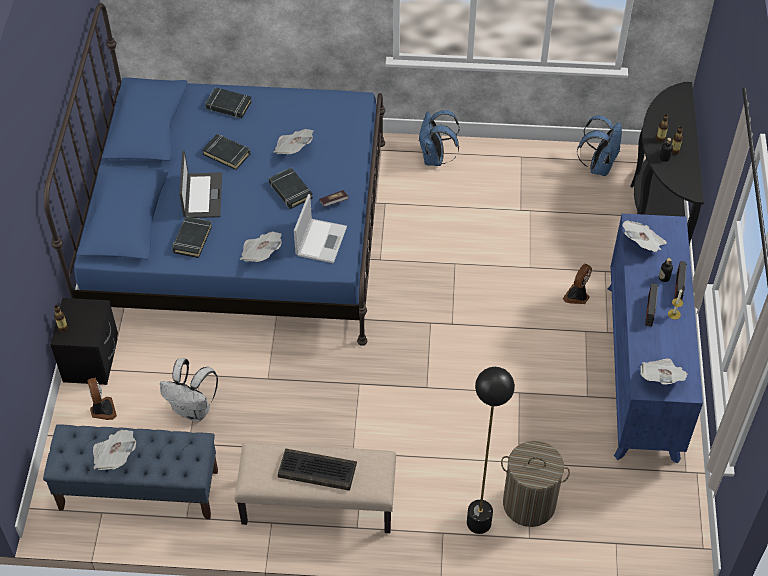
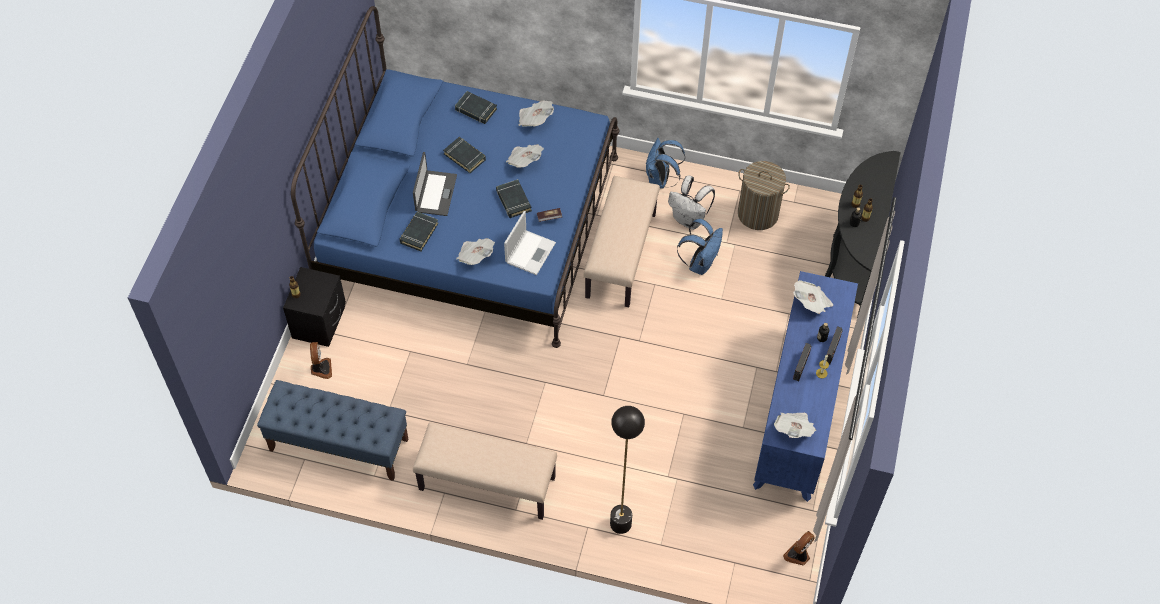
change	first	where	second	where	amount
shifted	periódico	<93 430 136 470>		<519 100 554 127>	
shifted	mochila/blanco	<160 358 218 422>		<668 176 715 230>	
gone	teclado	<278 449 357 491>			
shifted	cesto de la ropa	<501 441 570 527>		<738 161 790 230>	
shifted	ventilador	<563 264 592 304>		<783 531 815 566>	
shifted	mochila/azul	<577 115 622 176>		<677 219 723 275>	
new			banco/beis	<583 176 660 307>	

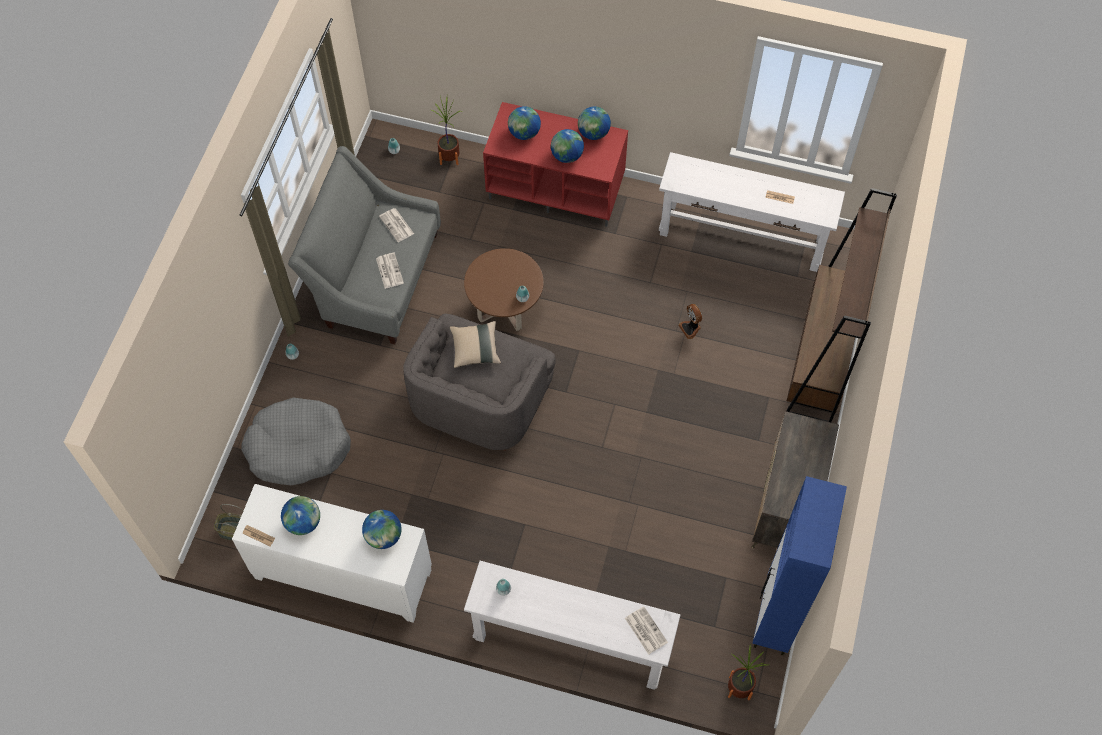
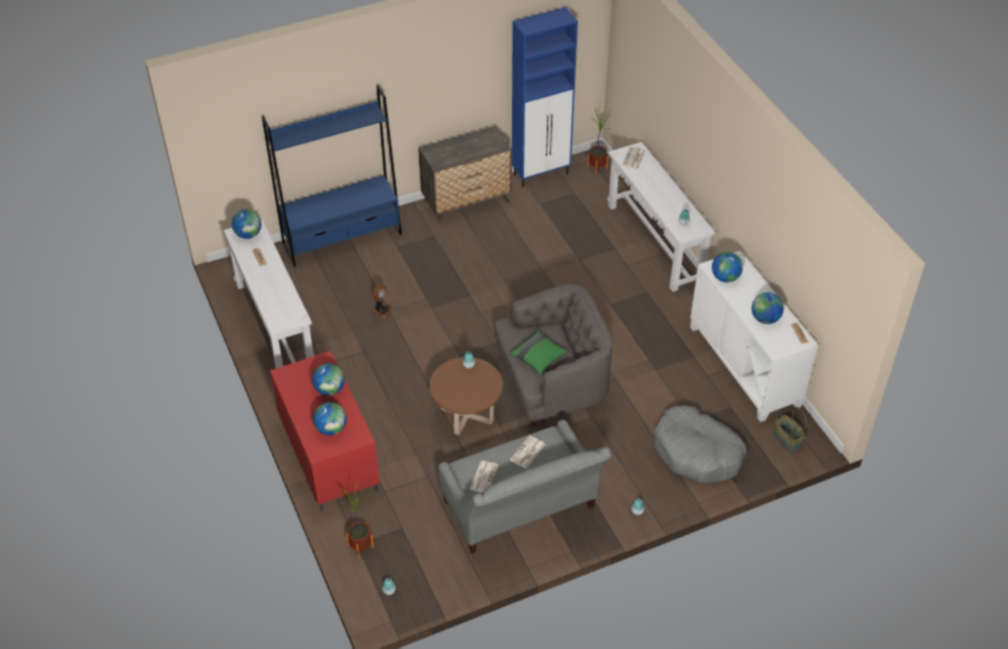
change	first	where	second	where	amount
repainted	cojín/beis	<450 321 501 368>	cojín/verde	<509 330 568 375>	
shifted	globo terráqueo	<578 107 611 140>		<232 209 261 239>	
repainted	estantería/marrón	<786 188 897 422>	estantería/azul	<262 85 402 267>	

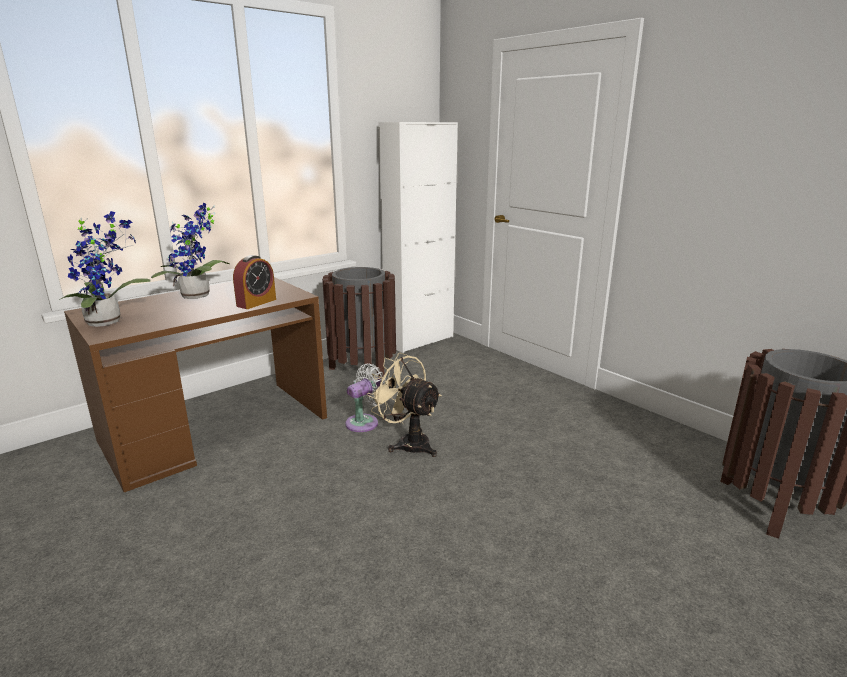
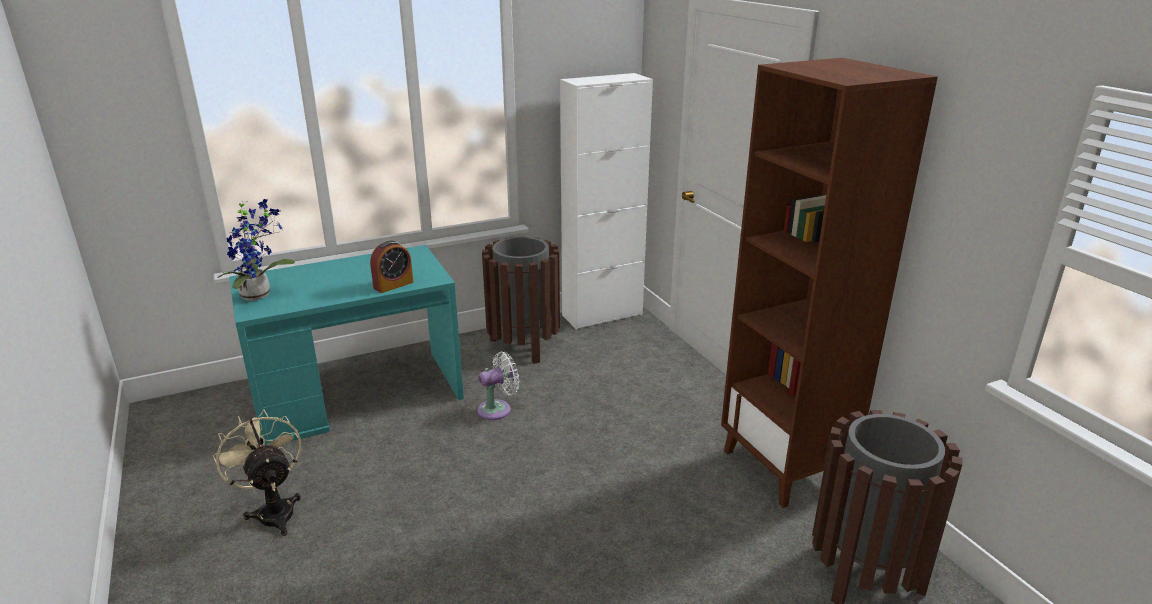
change	first	where	second	where	amount
repainted	escritorio/marrón	<64 277 327 492>	escritorio/turquesa	<229 245 464 445>	
gone	planta en maceta	<151 203 230 299>			
shifted	ventilador/beis	<367 353 442 457>		<213 409 301 536>	
new			estantería/marrón	<721 58 938 508>	

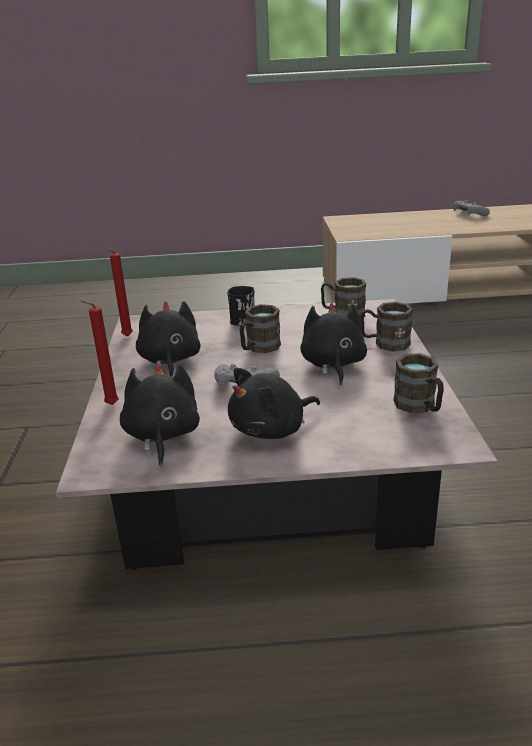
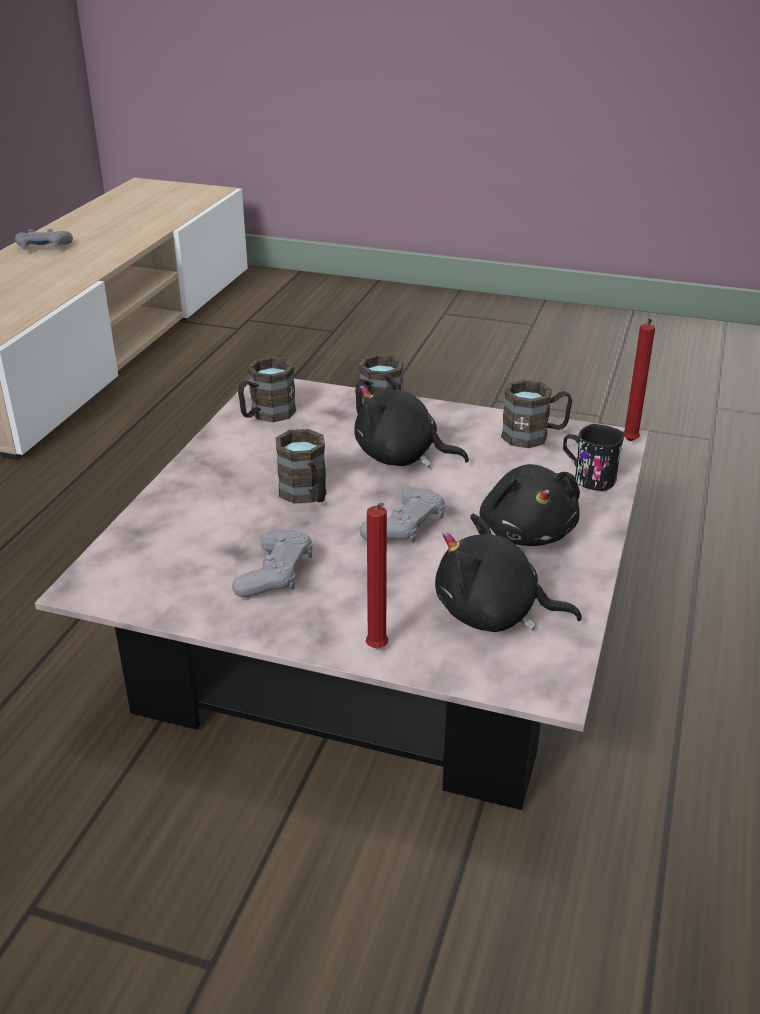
change	first	where	second	where	amount
shifted	vela/rojo	<103 246 133 336>		<623 318 655 441>	
swapped	peluche/negro	<136 301 201 377>	mando de consola/gris	<232 530 313 597>	
shifted	taza grande/negro	<227 286 255 326>		<563 424 624 491>	

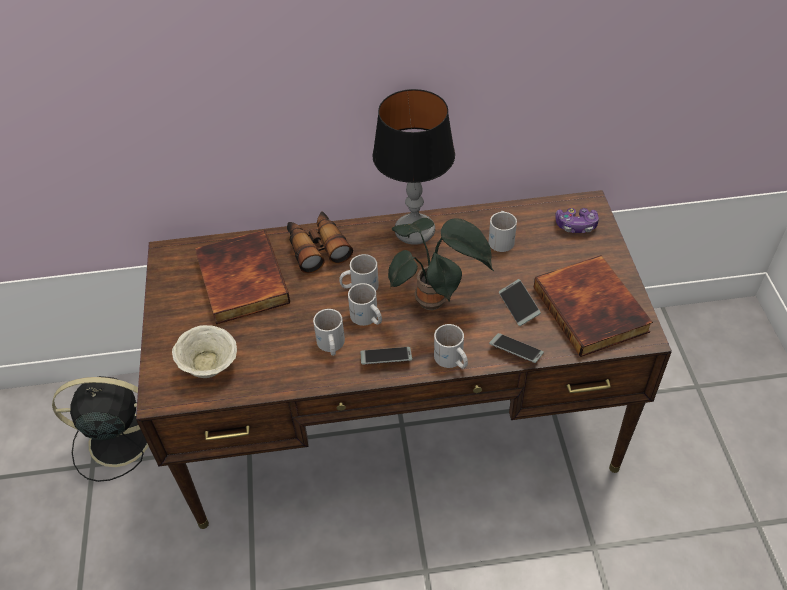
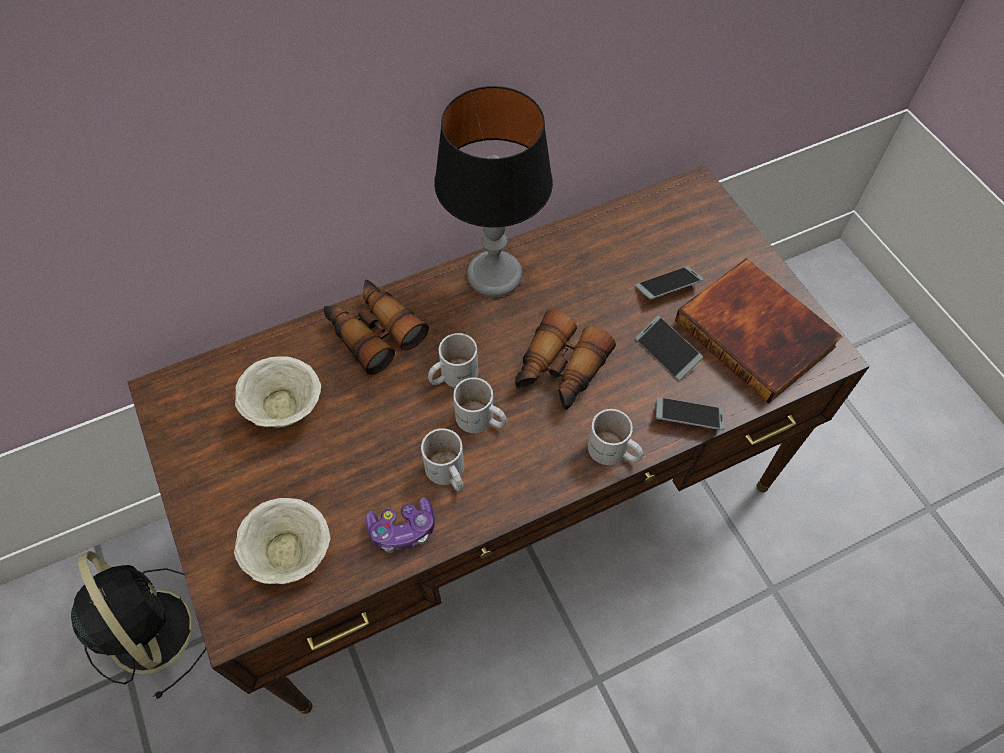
change	first	where	second	where	amount
rotated	ventilador/negro	<52 376 149 482>		<71 551 206 700>	75 degrees clockwise
swapped	libro	<195 230 290 324>	cuenco/beis	<235 356 321 428>	
shifted	móvil	<360 347 412 364>		<635 267 704 299>	
swapped	planta en maceta	<388 218 494 310>	prismáticos	<515 309 616 410>	
gone	taza grande/blanco	<489 211 517 252>			
shifted	mando de consola	<555 208 599 233>		<365 497 435 553>	

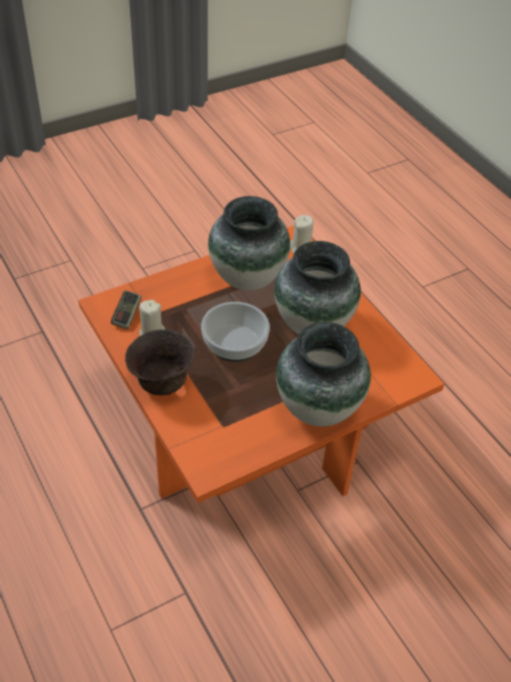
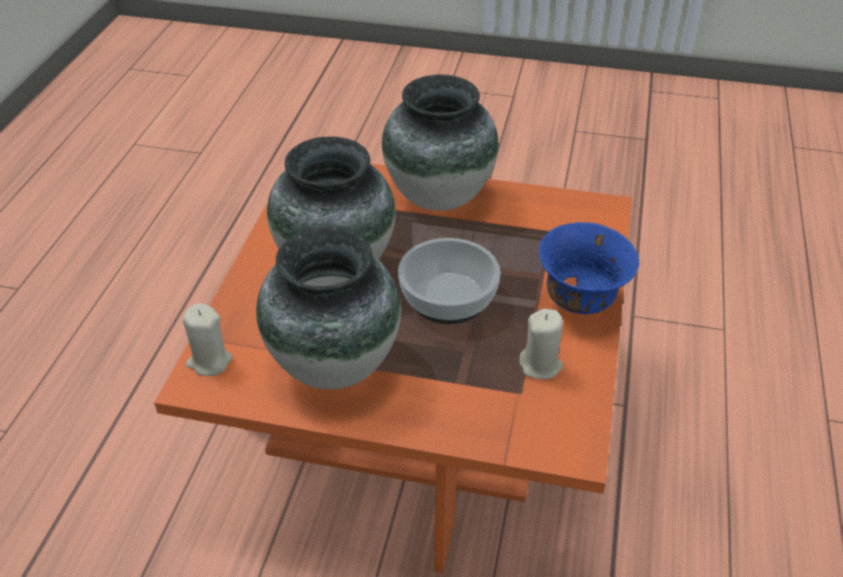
change	first	where	second	where	amount
gone	mando de consola	<111 290 142 330>			
repainted	cuenco/marrón	<125 329 194 396>	cuenco/azul	<539 222 639 314>	

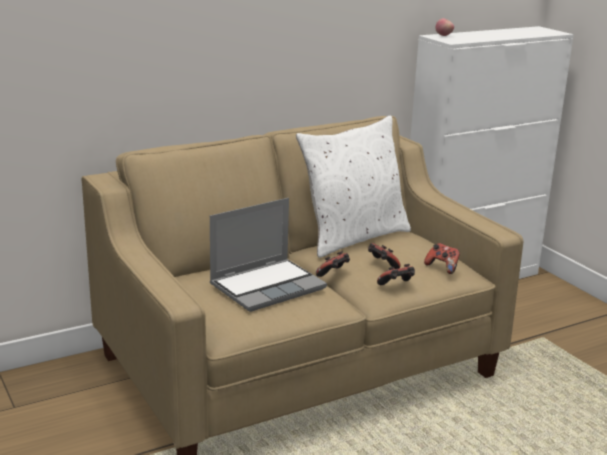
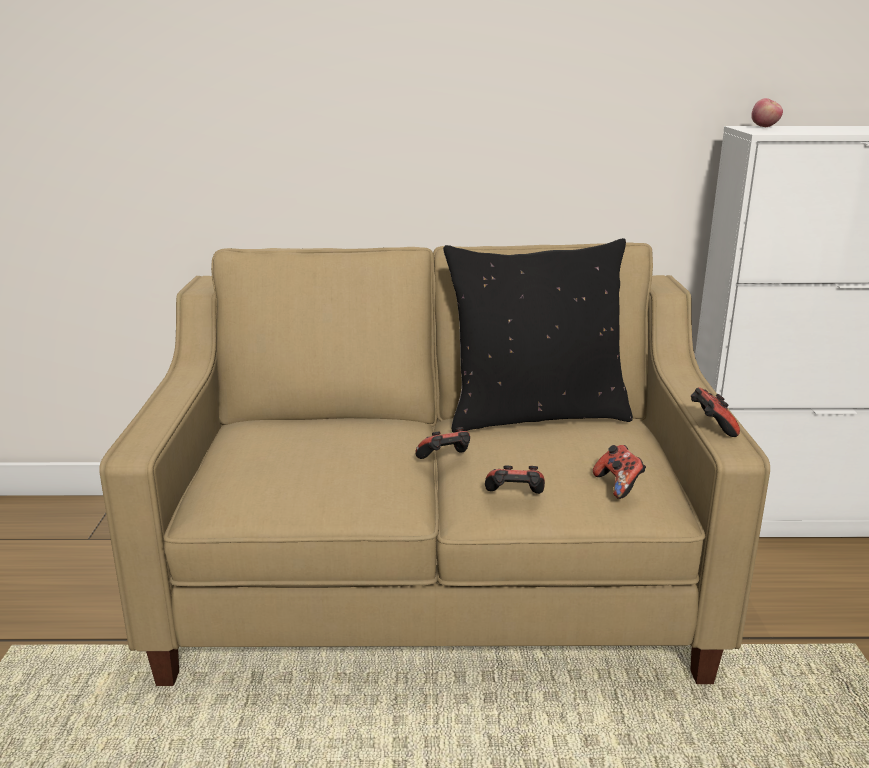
change	first	where	second	where	amount
gone	portátil	<210 198 327 312>			
repainted	cojín/blanco	<296 115 411 258>	cojín/negro	<443 238 633 433>	
shifted	mando de consola	<368 243 401 269>		<691 387 740 437>	

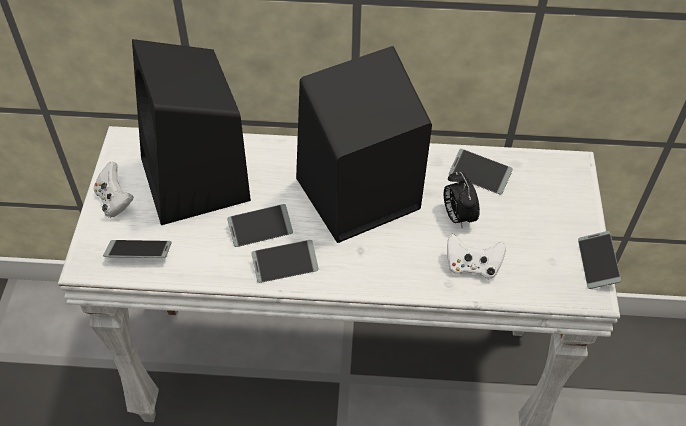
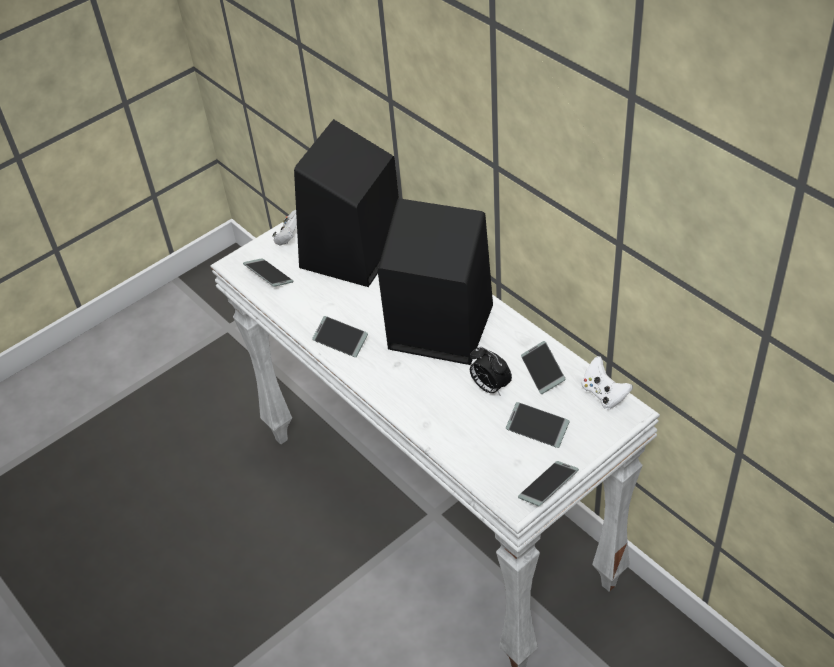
change	first	where	second	where	amount
shifted	móvil	<227 204 293 247>		<506 402 569 448>	
rotated	despertador	<444 172 480 228>		<470 347 512 395>	75 degrees counterclockwise
shifted	mando de consola/blanco	<447 234 506 279>		<582 356 633 409>	

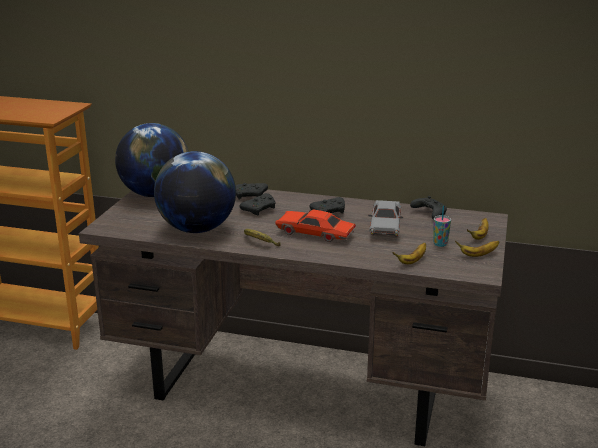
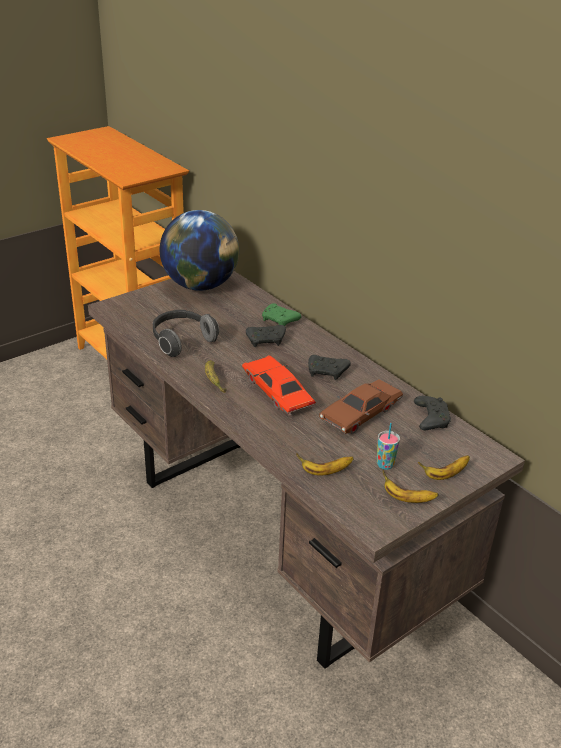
change	first	where	second	where	amount
swapped	globo terráqueo	<154 151 236 233>	auriculares	<153 310 219 357>	
repainted	mando de consola/negro	<235 183 268 199>	mando de consola/verde	<262 303 301 326>	
repainted	coche de juguete/gris	<368 200 403 237>	coche de juguete/marrón	<319 379 403 434>	

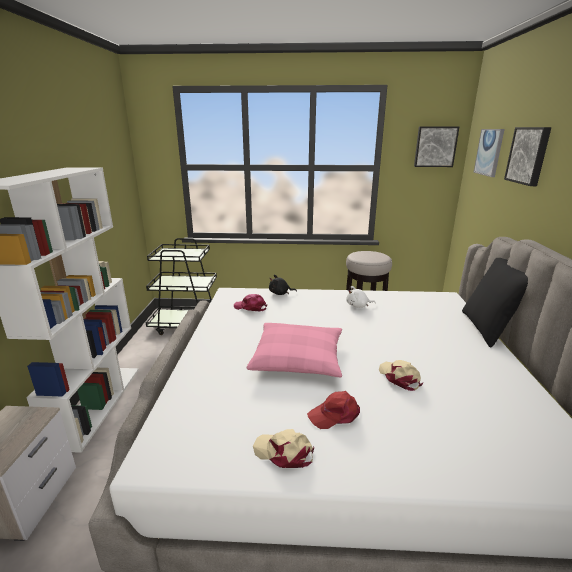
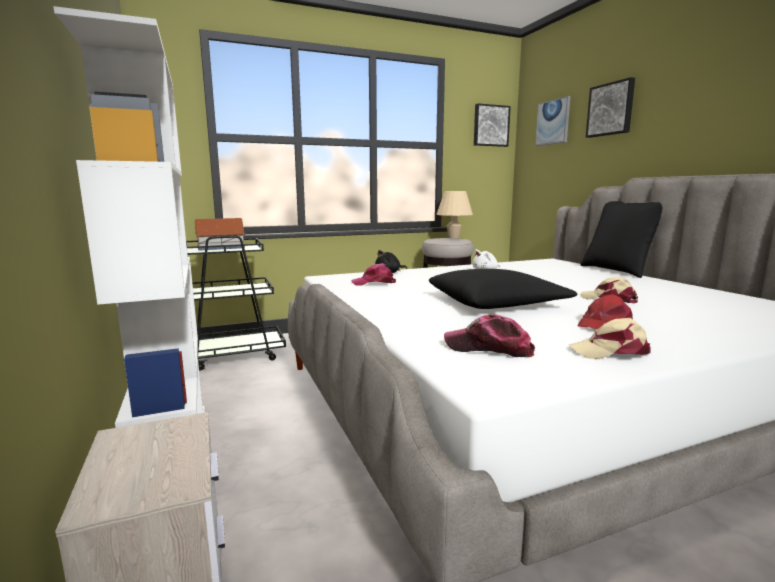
change	first	where	second	where	amount
repainted	cojín/rosa	<247 323 342 377>	cojín/negro	<429 269 577 309>	
new			casita	<195 218 245 251>	
new			lámpara de mesa/beis	<436 191 473 238>	
new			gorra	<444 314 535 357>	

